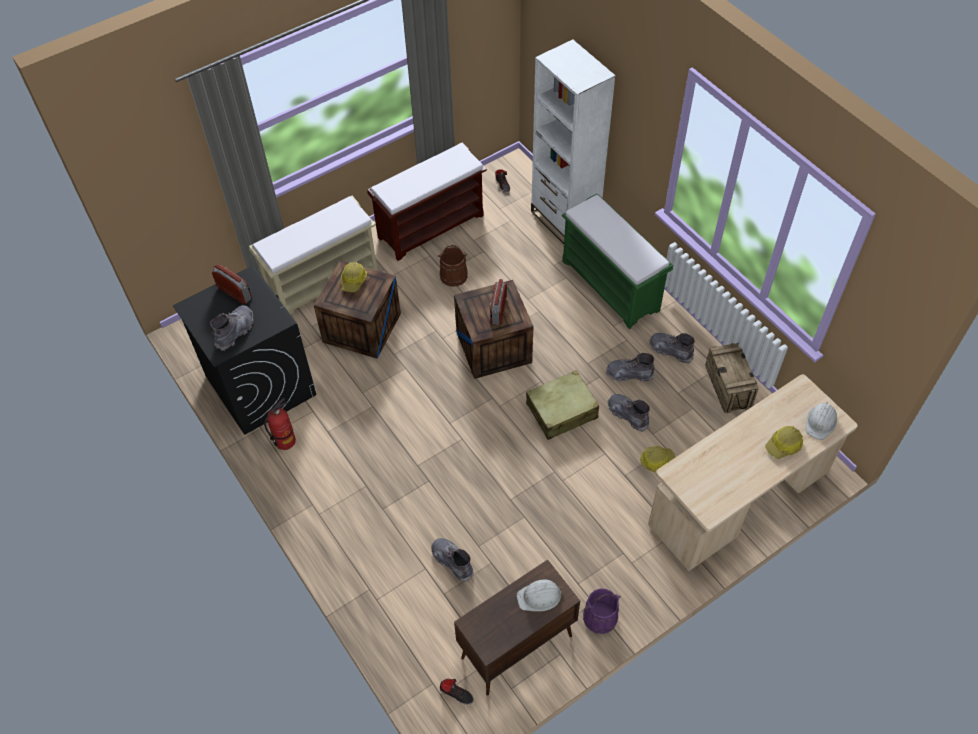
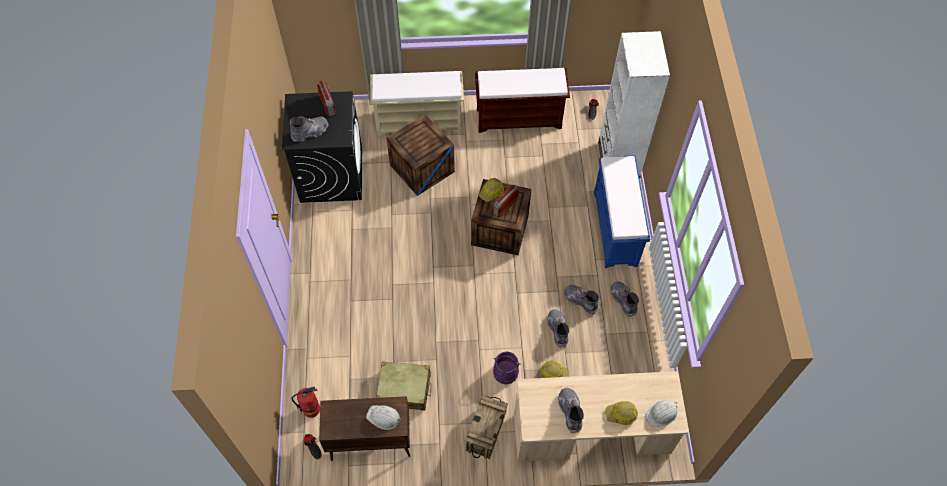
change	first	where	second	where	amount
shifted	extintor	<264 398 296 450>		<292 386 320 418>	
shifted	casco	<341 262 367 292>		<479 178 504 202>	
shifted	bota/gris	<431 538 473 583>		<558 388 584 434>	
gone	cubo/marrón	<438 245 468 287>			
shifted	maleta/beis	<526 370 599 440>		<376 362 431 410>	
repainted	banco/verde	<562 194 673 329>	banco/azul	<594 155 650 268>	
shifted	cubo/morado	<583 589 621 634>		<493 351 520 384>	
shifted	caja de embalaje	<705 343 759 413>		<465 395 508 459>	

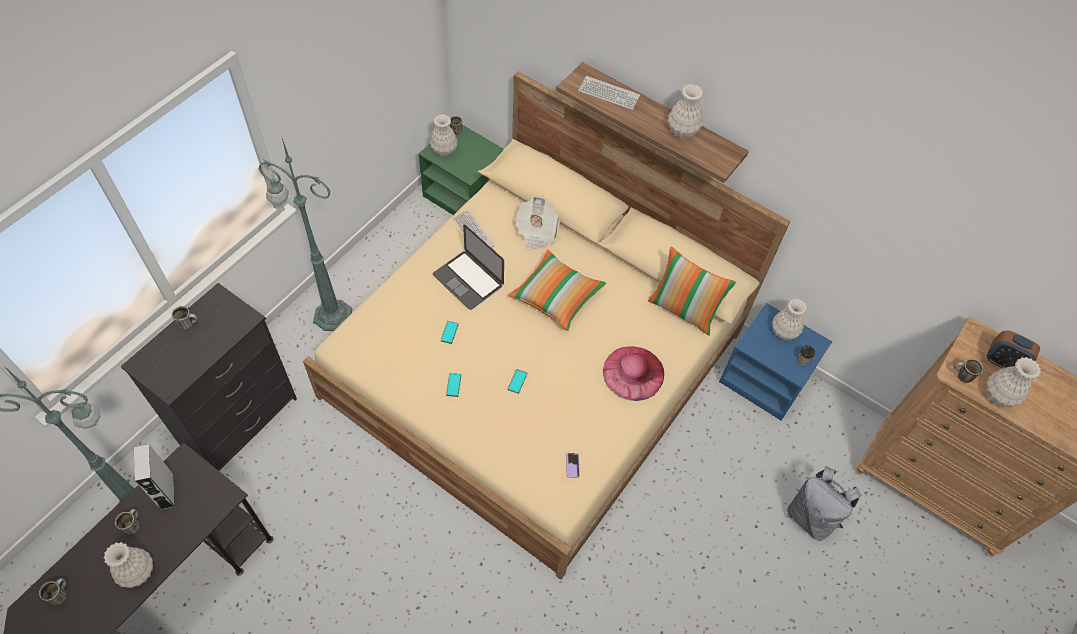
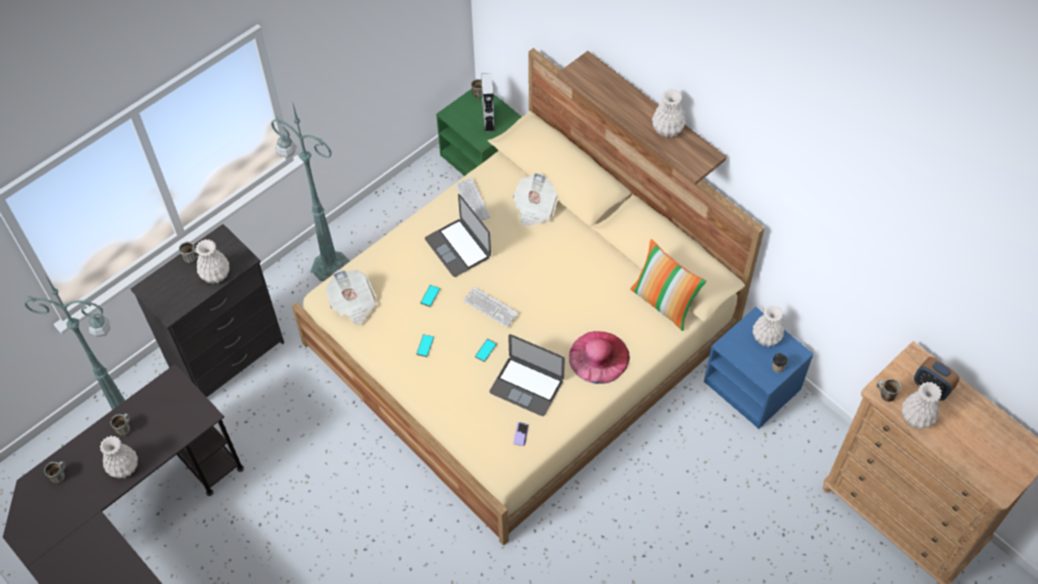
change	first	where	second	where	amount
shifted	altavoz/gris	<134 444 175 510>		<481 73 495 132>	
shifted	florero/blanco	<430 114 458 156>		<196 239 230 284>	
gone	cojín	<508 250 606 331>			
shifted	teclado	<578 76 640 110>		<463 287 519 328>	
gone	mochila/gris	<787 467 861 541>			
new			periódico	<326 269 378 325>	
new			portátil	<489 334 565 416>	

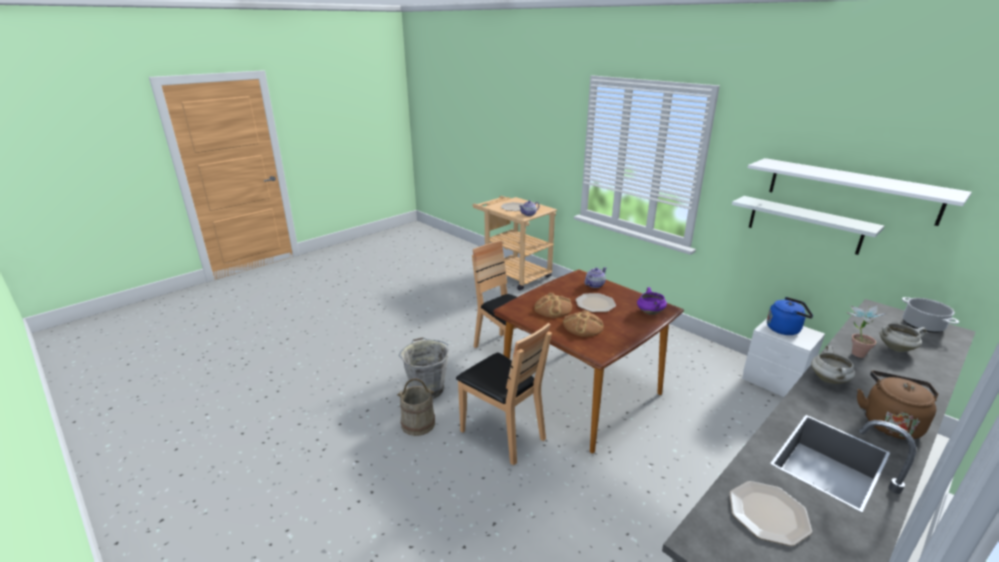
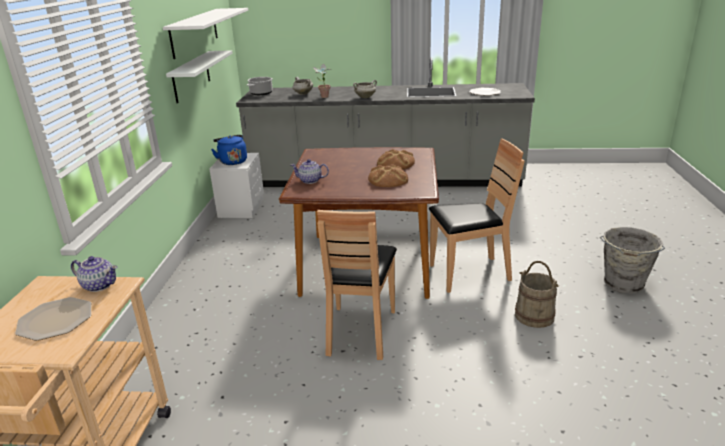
change	first	where	second	where	amount
shifted	cubo/gris	<399 337 449 399>		<600 227 665 294>	
rotated	silla/marrón	<456 323 552 465>		<429 138 525 293>	75 degrees clockwise
gone	plato	<575 293 616 312>			
gone	olla/morado	<637 287 667 315>			
gone	hervidor/marrón	<857 371 938 440>			

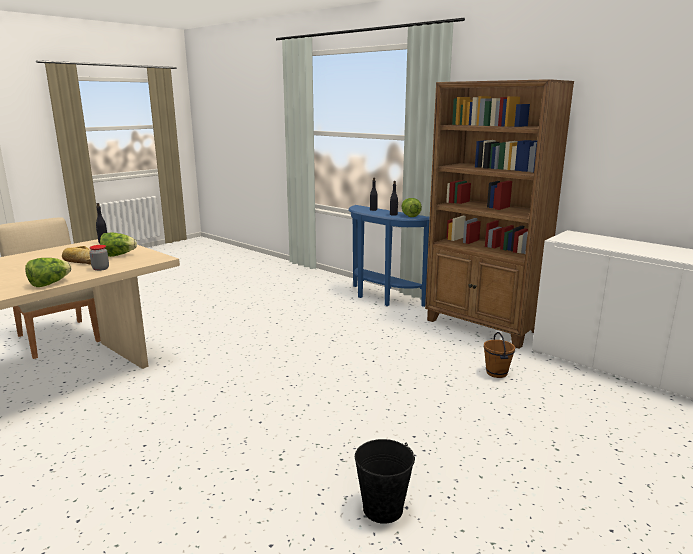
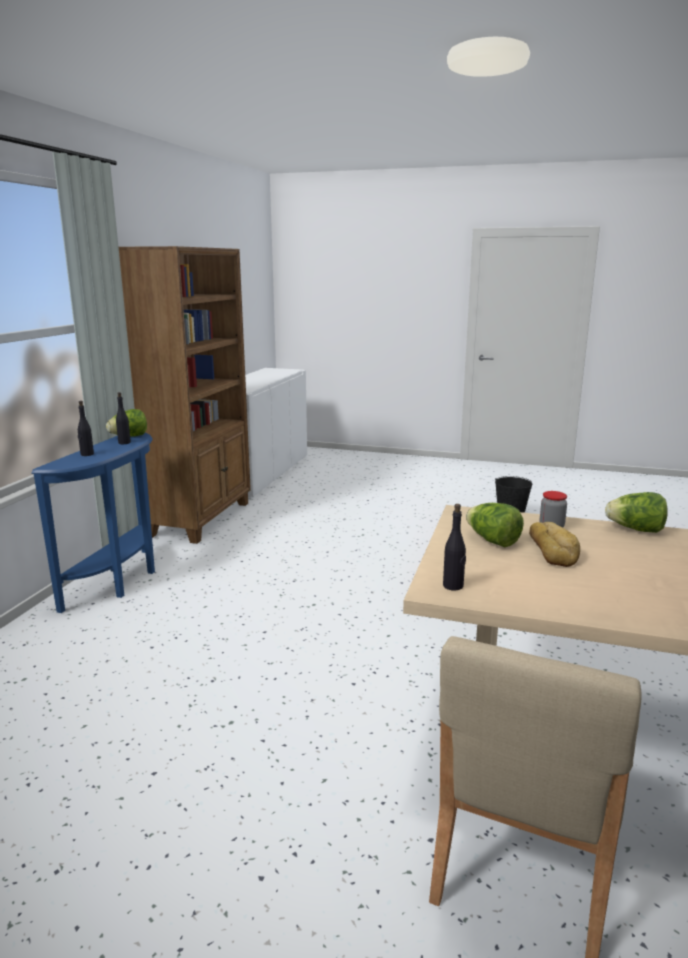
change	first	where	second	where	amount
gone	cubo/marrón	<484 332 515 378>			

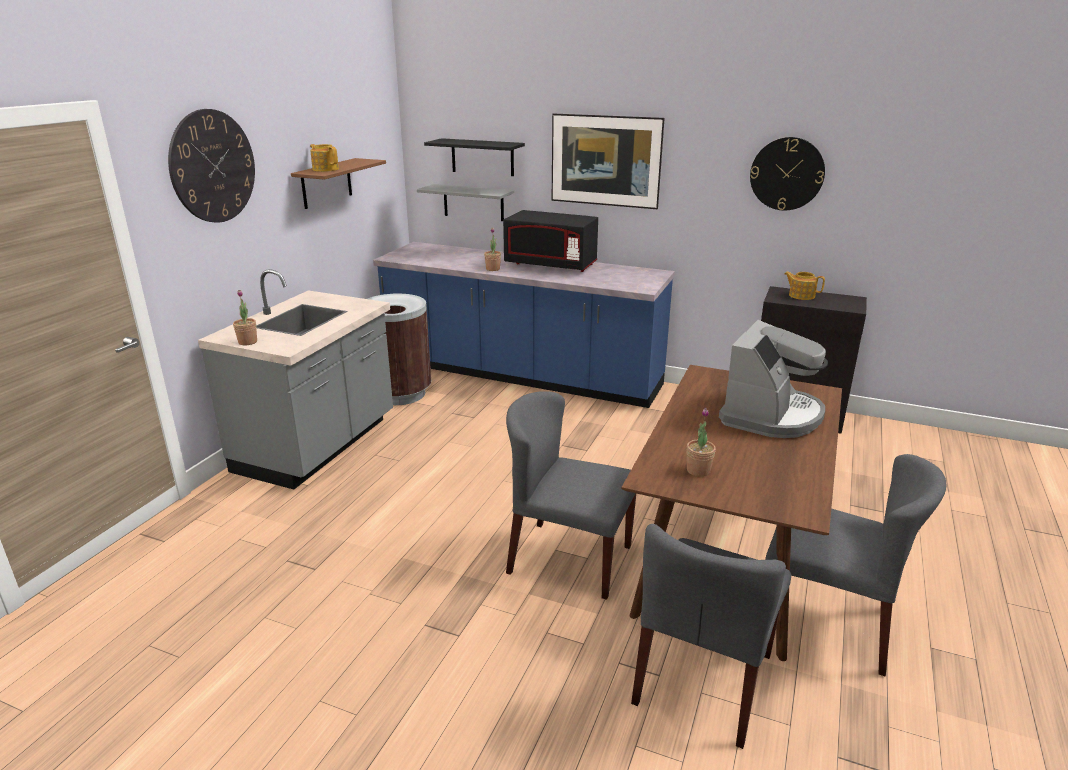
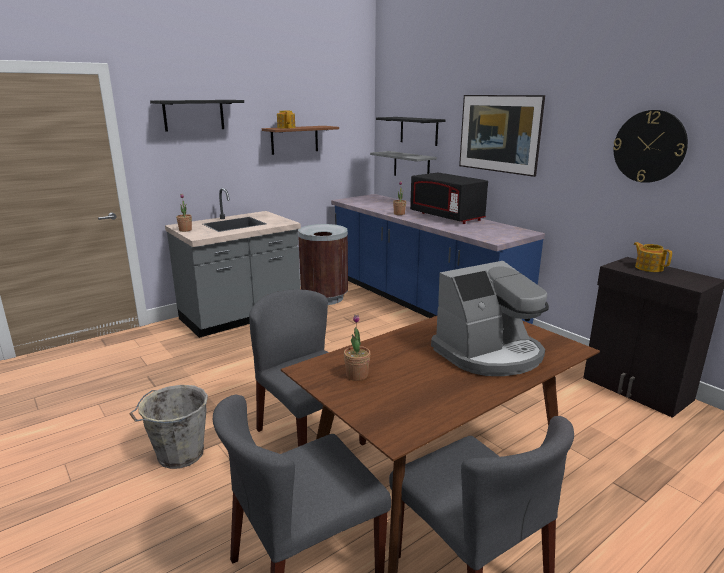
change	first	where	second	where	amount
swapped	reloj de pared	<168 109 255 223>	estante/negro	<150 100 244 132>	
new			cubo/gris	<130 385 208 469>	

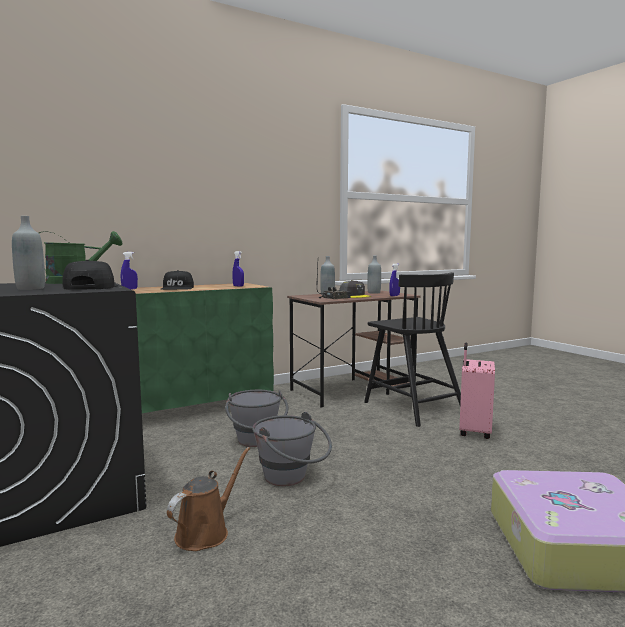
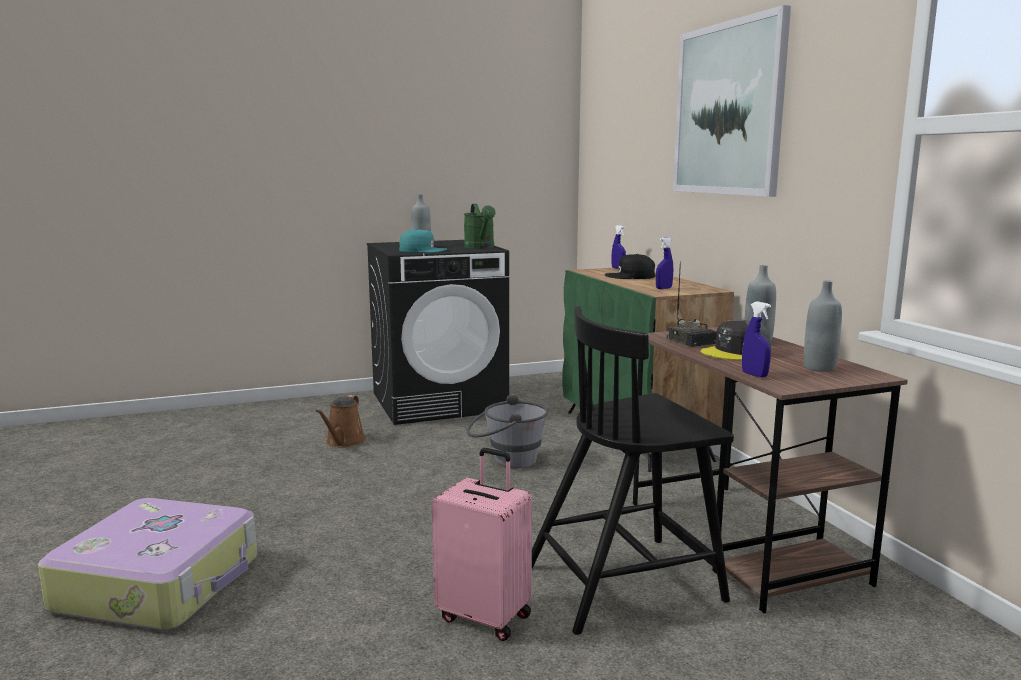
change	first	where	second	where	amount
repainted	gorra/negro	<62 260 118 290>	gorra/turquesa	<399 229 447 252>	
rotated	regadera/marrón	<167 447 250 551>		<316 395 366 447>	60 degrees clockwise
gone	cubo/gris	<252 412 332 486>			
new			cuadro	<673 5 791 197>	

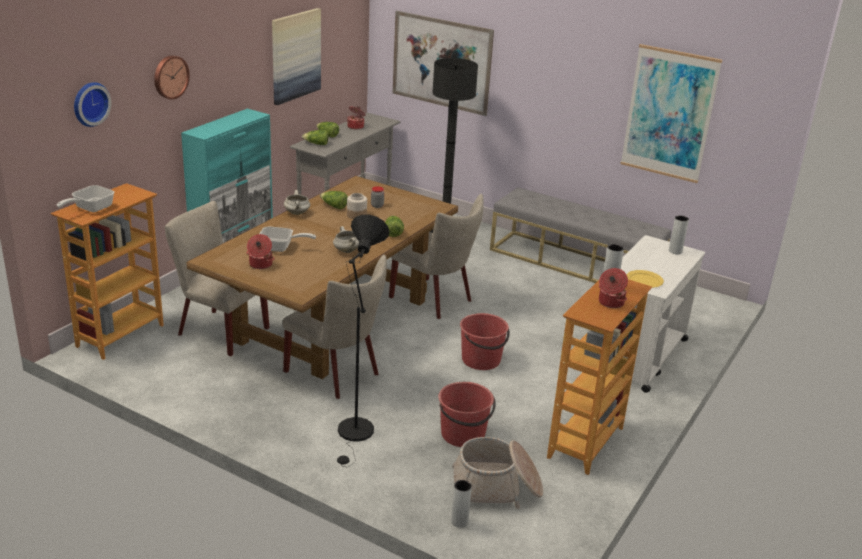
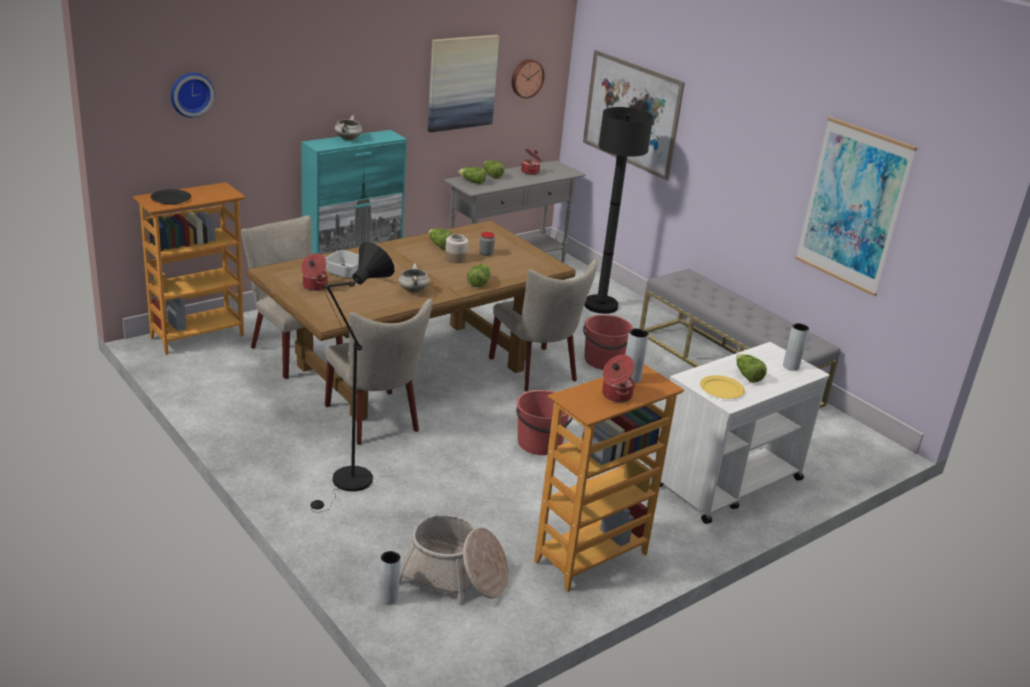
change	first	where	second	where	amount
swapped	sartén	<57 185 114 212>	plato/negro	<151 189 191 204>	
shifted	reloj de pared	<154 55 190 99>		<512 59 545 99>	
shifted	olla/blanco	<284 190 310 215>		<335 115 362 140>	
shifted	cubo/rojo	<438 382 496 447>		<583 315 634 370>	
new			lechuga	<736 354 767 382>	

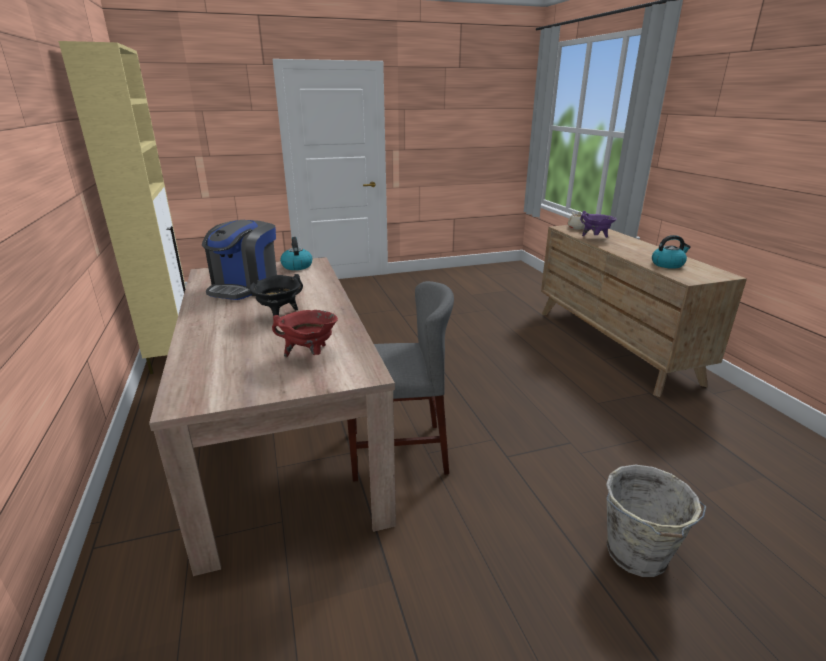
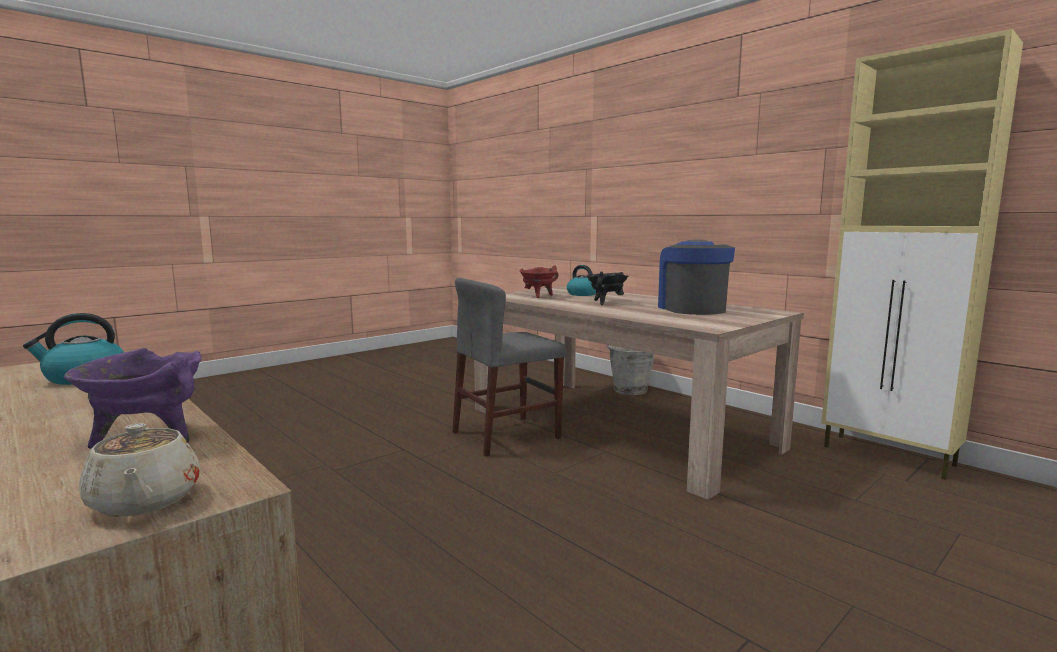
change	first	where	second	where	amount
shifted	hervidor	<280 237 312 270>		<567 265 596 296>	
shifted	cubo/gris	<606 464 706 577>		<606 345 654 395>	

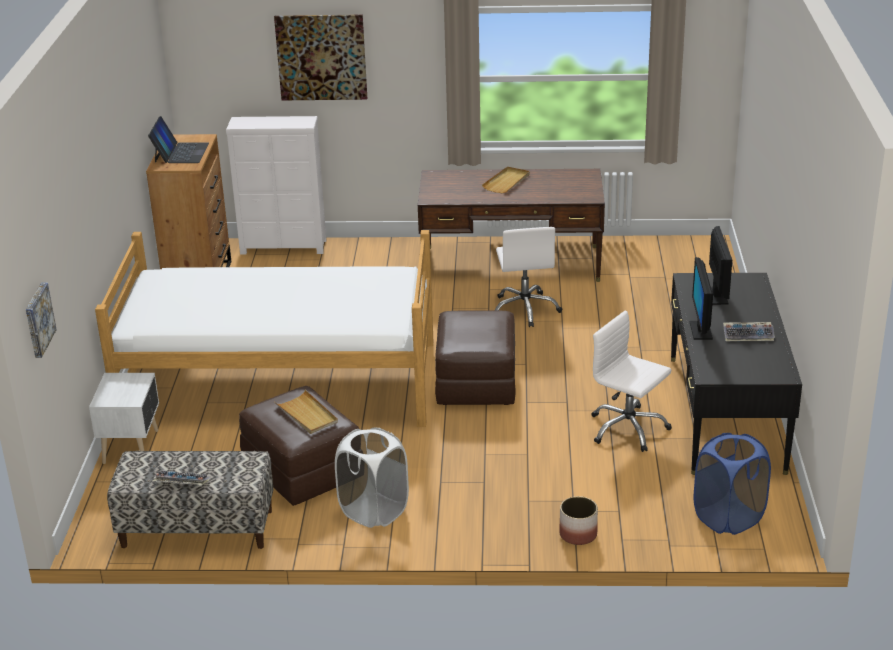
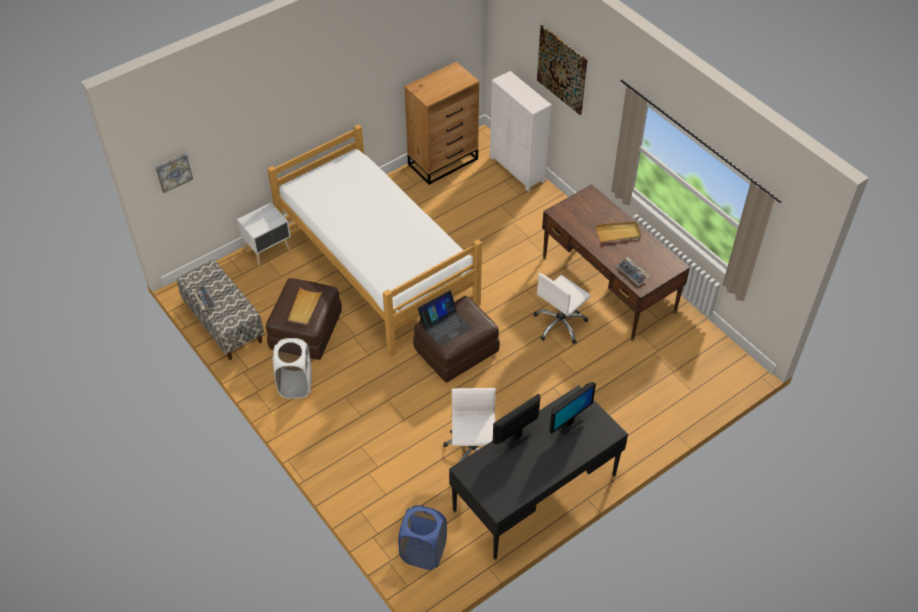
change	first	where	second	where	amount
shifted	portátil	<148 116 209 163>		<417 290 472 347>	
gone	maceta	<559 496 598 545>			
shifted	teclado	<723 322 775 341>		<617 257 650 286>	

